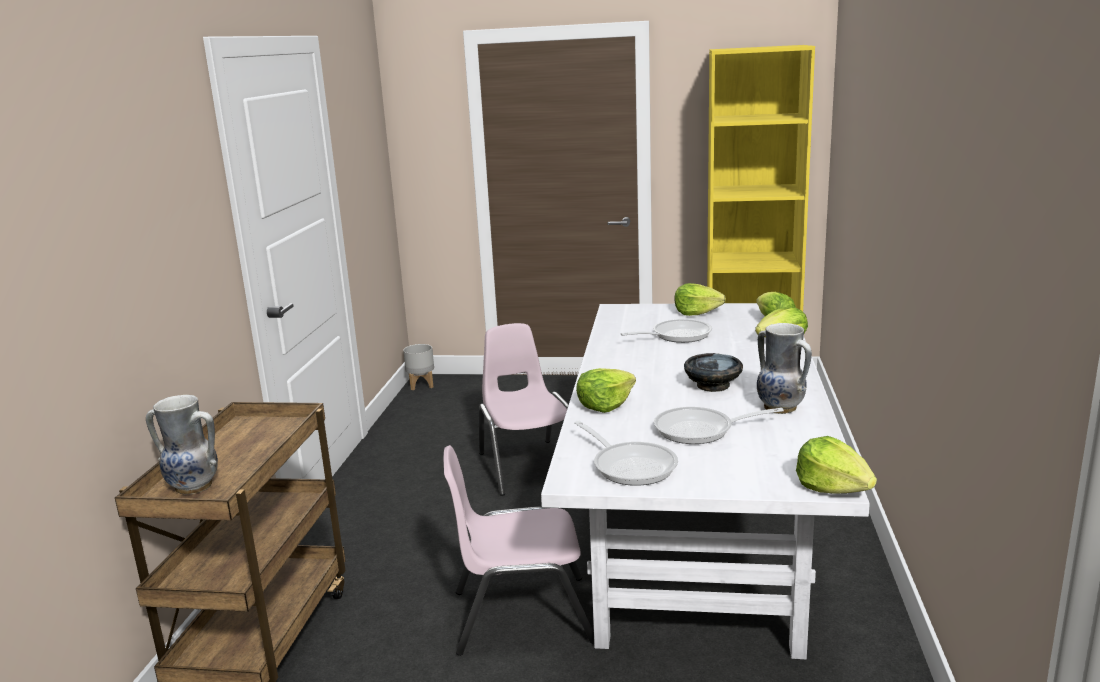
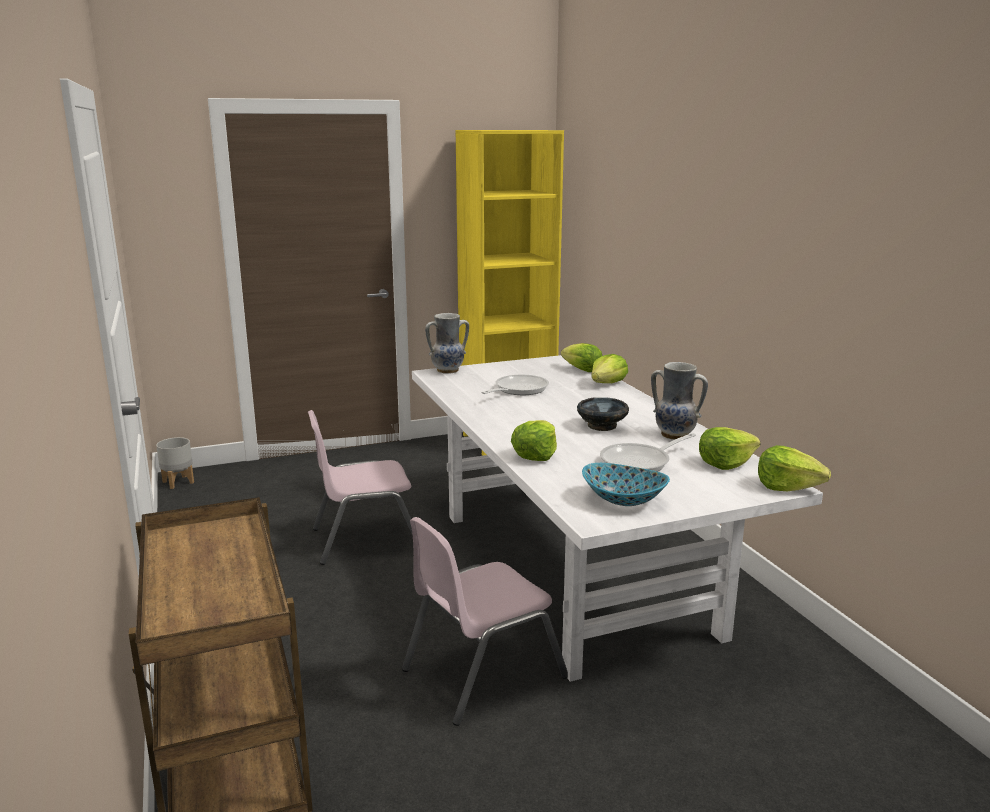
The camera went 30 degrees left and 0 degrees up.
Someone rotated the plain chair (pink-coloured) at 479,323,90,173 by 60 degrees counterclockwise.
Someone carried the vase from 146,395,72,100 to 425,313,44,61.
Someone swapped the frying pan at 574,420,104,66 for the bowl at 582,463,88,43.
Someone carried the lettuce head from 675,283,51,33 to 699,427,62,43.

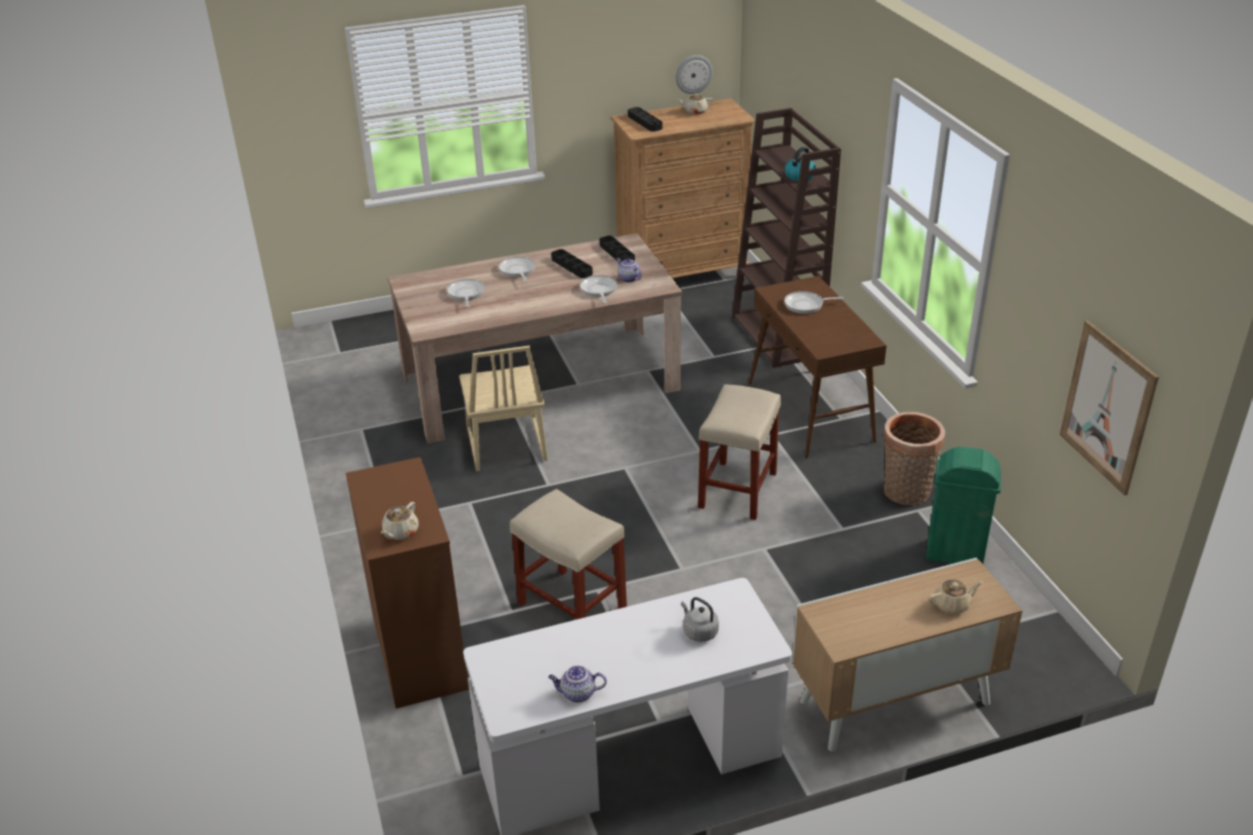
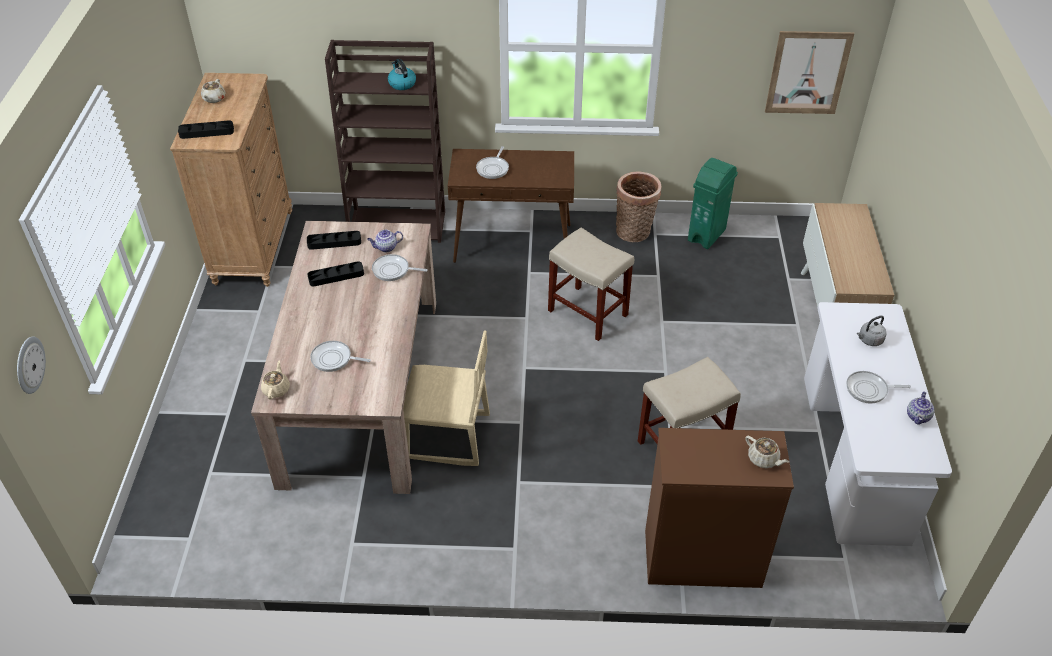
The camera went 70 degrees left and 10 degrees up.
Someone carried the hanging clock from 676,55,37,39 to 17,336,29,58.
Someone carried the pot for tea (sand-coloured) from 929,579,53,35 to 261,361,29,39.
Someone carried the frying pan from 498,256,37,26 to 846,371,65,33.

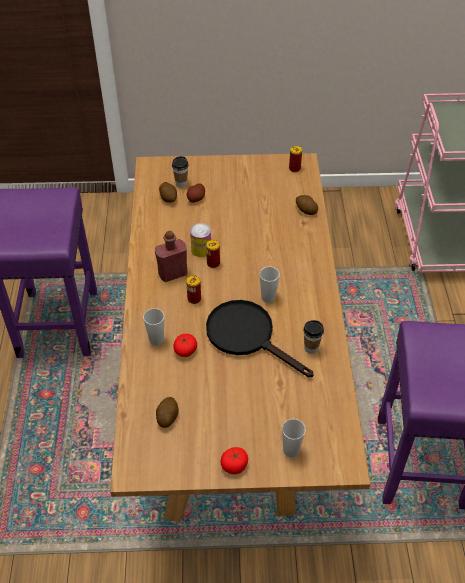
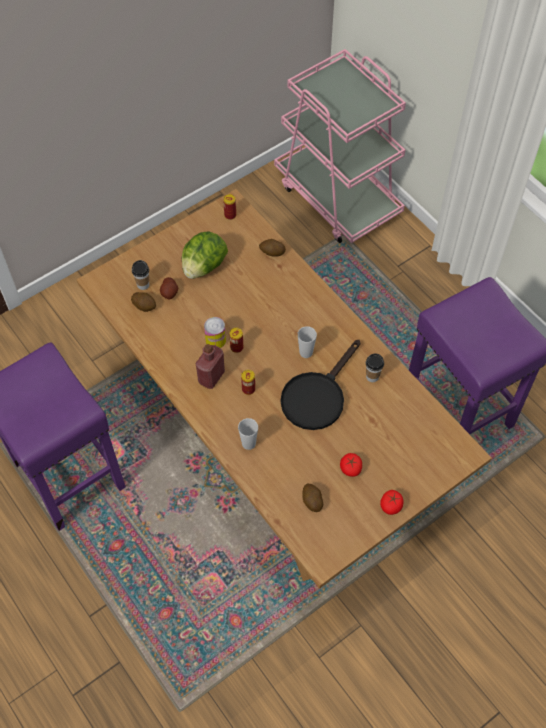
The camera went 35 degrees left and 10 degrees up.
Someone put down the lettuce head at 182,232,46,47.
Someone rotated the frying pan (blackish) at 206,300,107,77 by 60 degrees counterclockwise.
Someone carried the whole tomato from 173,334,24,23 to 340,453,22,24.
Someone took away the small cup at 282,419,24,38.

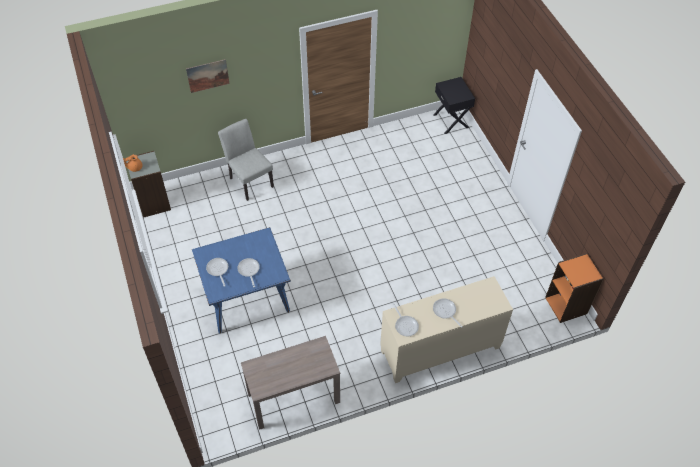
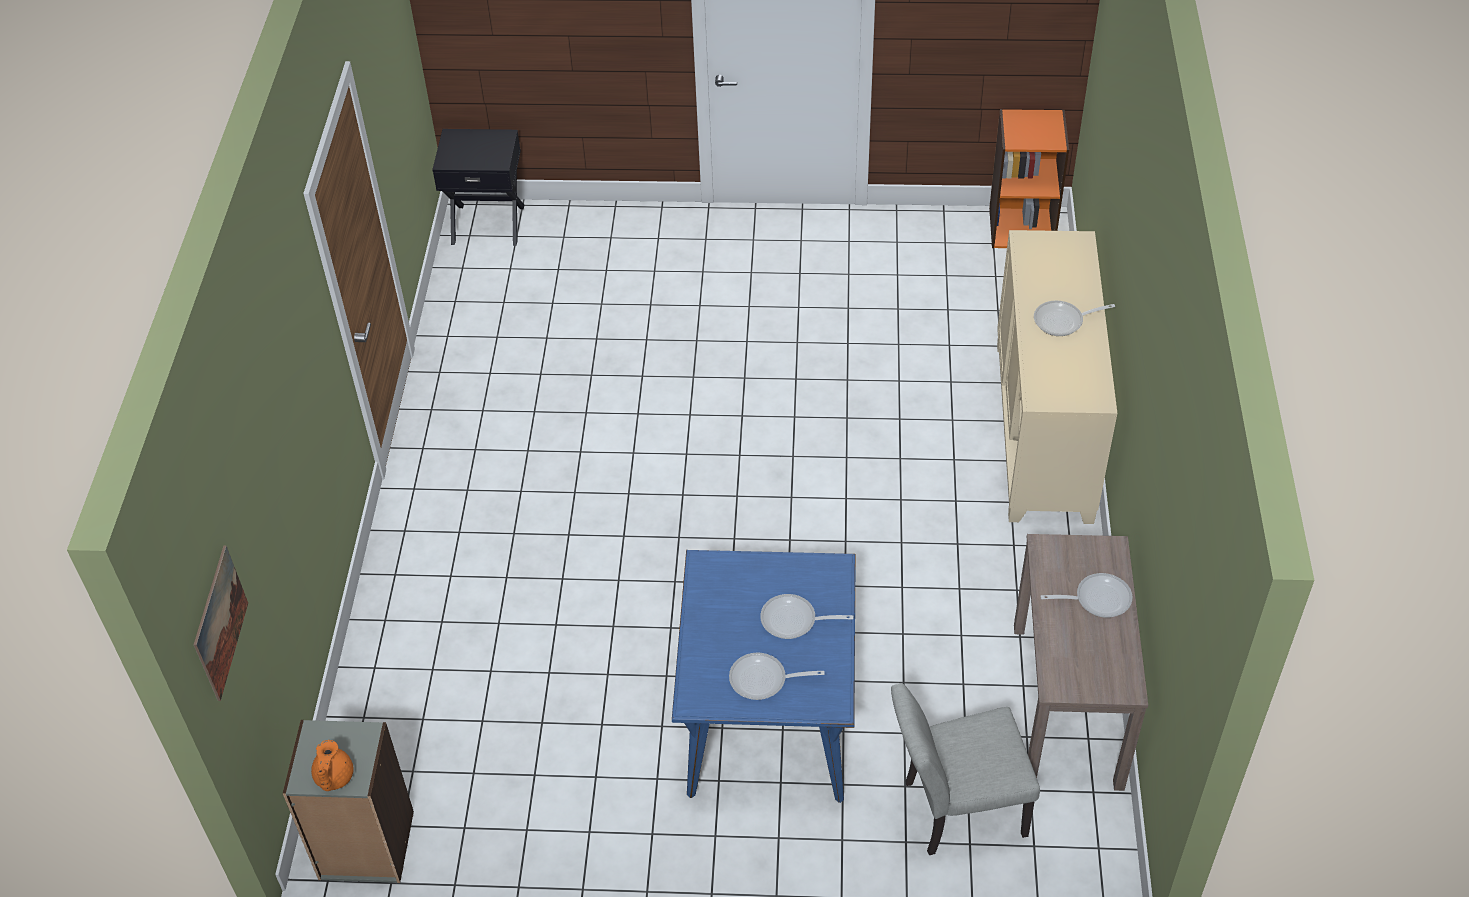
The camera went 65 degrees left and 5 degrees down.
Someone carried the picture from 186,59,44,34 to 193,546,55,155.
Someone carried the plain chair (grey) from 218,119,56,82 to 891,684,149,171.
Someone carried the frying pan from 393,303,26,33 to 1040,573,92,45.

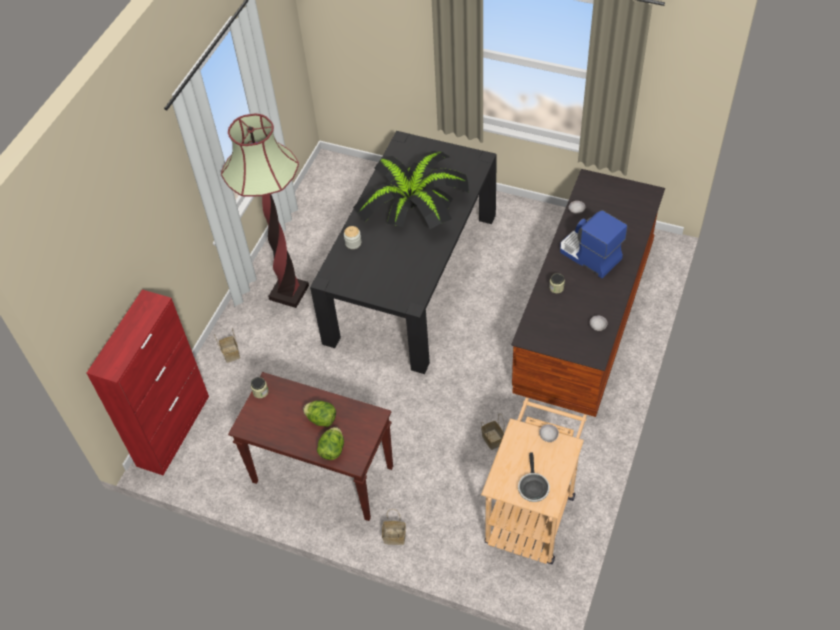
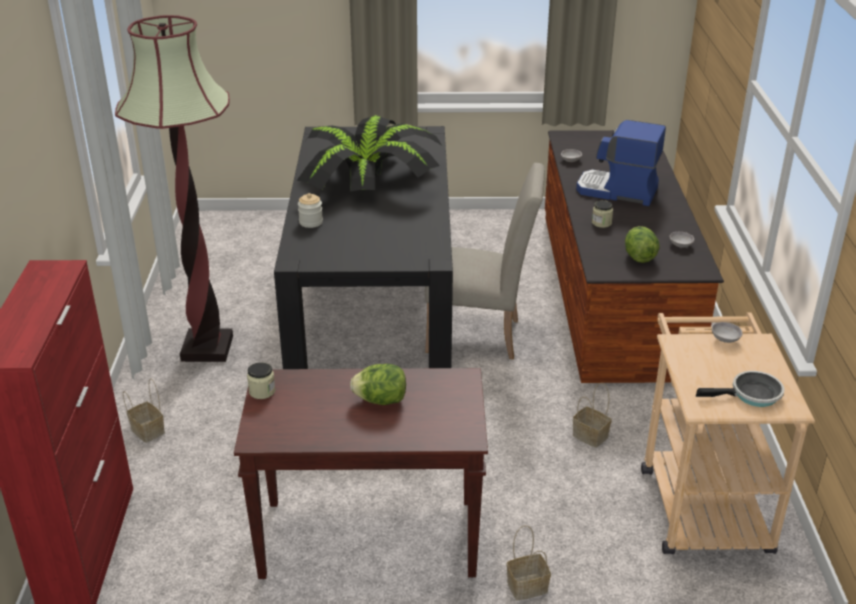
The camera went 25 degrees left and 20 degrees down.
Someone put down the plain chair (sand-coloured) at 425,163,120,196.
Someone carried the lettuce head from 317,427,27,33 to 625,226,35,37.
Someone rotated the frying pan at 518,452,32,50 by 75 degrees counterclockwise.

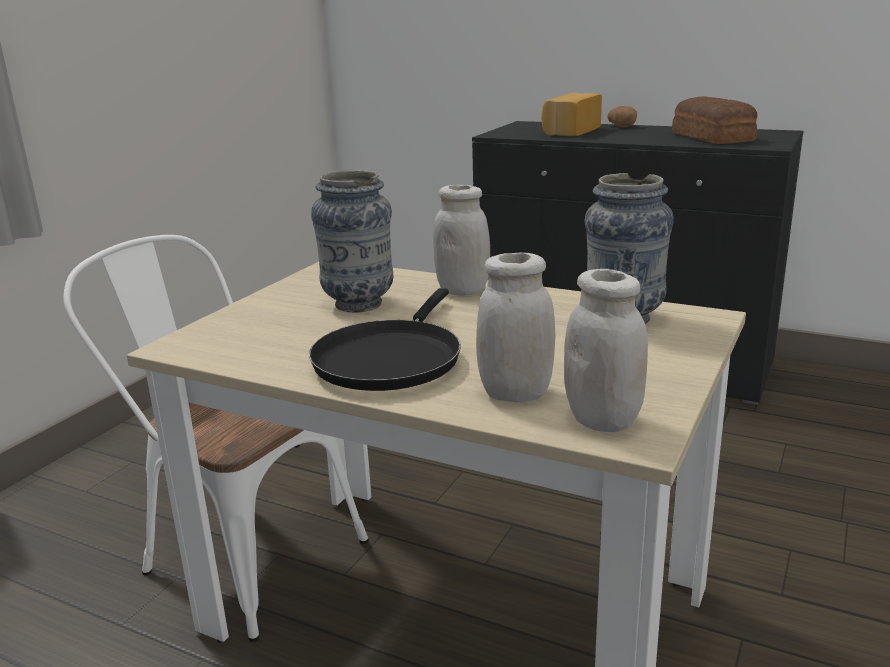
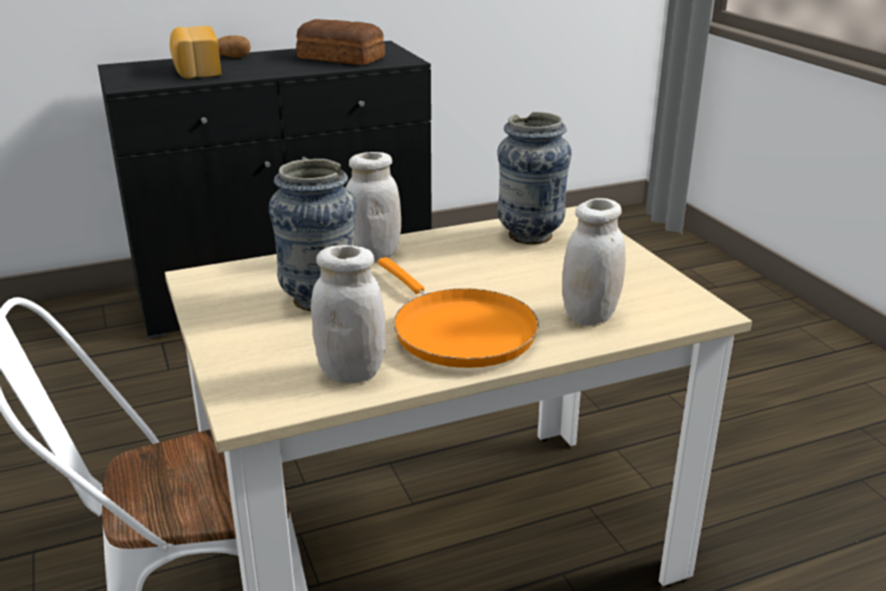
The camera went 50 degrees left and 5 degrees up.
Someone carried the storage jar (white) from 564,269,84,163 to 311,245,75,138.
Someone repainted the frying pan (blackish) at 309,288,152,103, which became the frying pan (orangey) at 378,257,161,111.

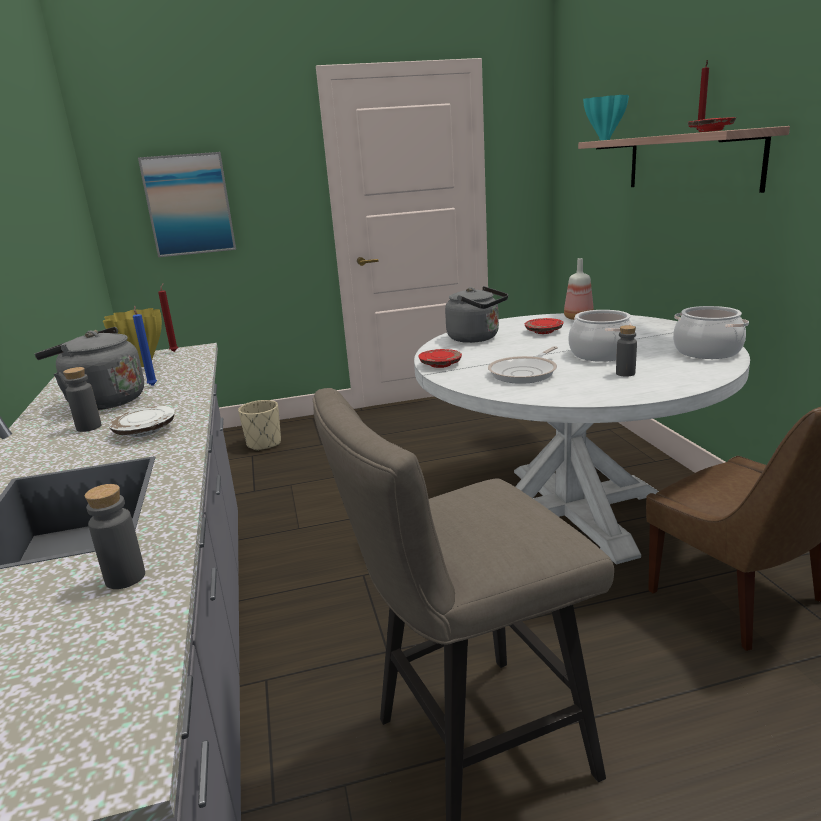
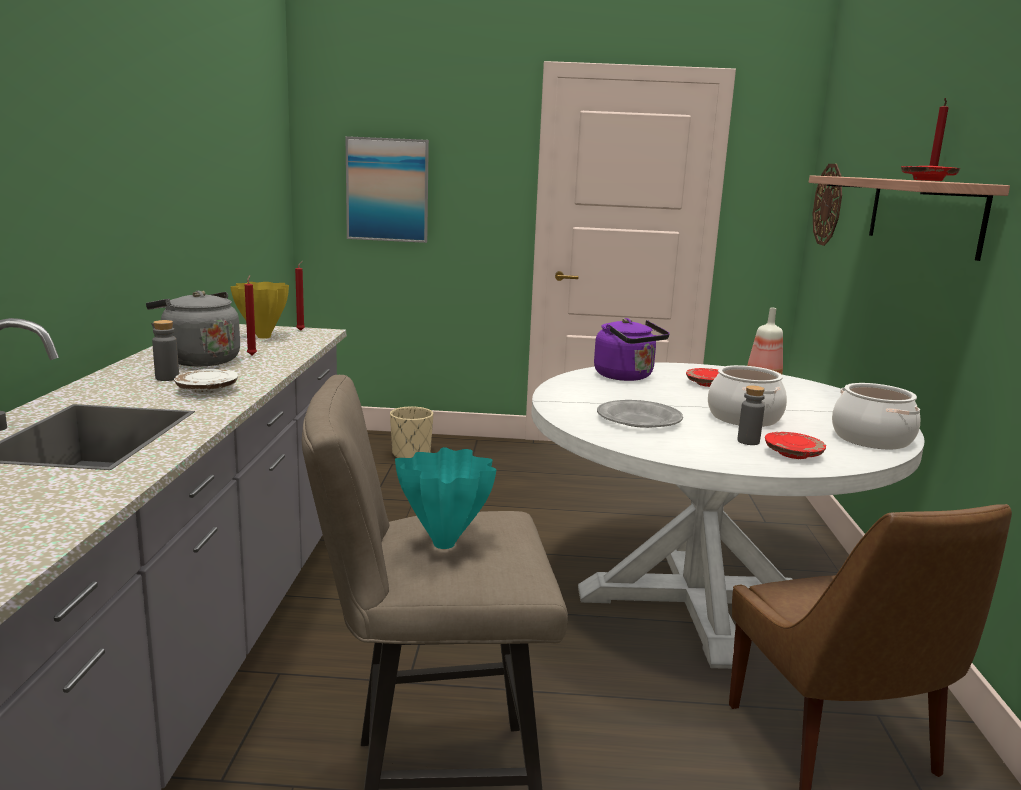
The camera went 15 degrees right and 5 degrees down.
Someone repainted the wax candle (blue) at 133,306,24,80, which became the wax candle (reddish) at 245,275,12,80.
Someone carried the vase (blue-green) from 583,95,46,45 to 395,447,102,102.
Someone repainted the tea kettle (grey) at 445,286,63,57, which became the tea kettle (purple) at 594,318,76,63.
Someone swapped the frying pan at 488,346,70,38 for the plate (grey) at 597,400,86,28.
Someone carried the plate (reddish) from 418,349,44,19 to 765,432,61,27.
Someone put up the hanging clock at 813,164,29,82.
Someone took away the drink bottle (grey) at 85,484,60,105.

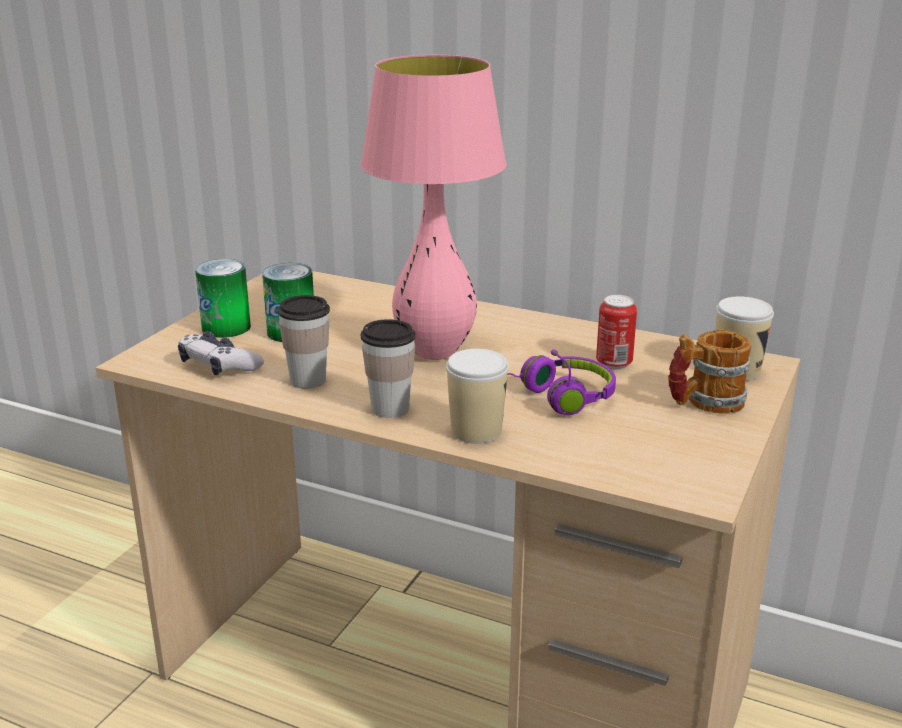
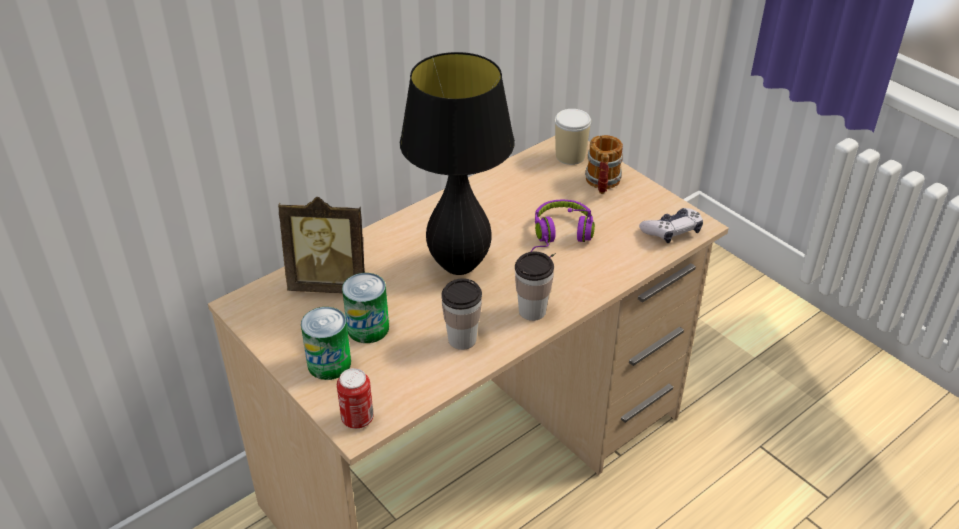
The camera went 65 degrees left and 15 degrees up.
Someone put down the picture frame at 278,197,87,97.
Someone carried the can from 596,295,41,75 to 337,368,36,61.
Someone repainted the lamp for a table (pink-coloured) at 360,55,147,305, which became the lamp for a table (blackish) at 400,52,115,223.
Someone carried the gamepad from 178,331,86,45 to 639,208,64,35.
Someone took away the small cup at 446,349,63,95.

